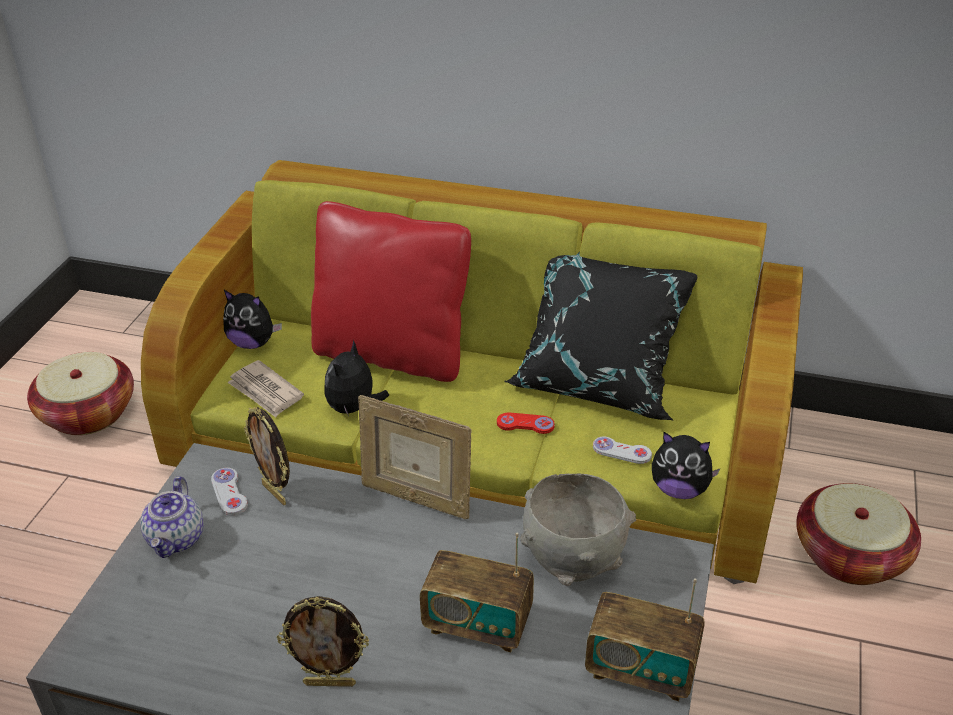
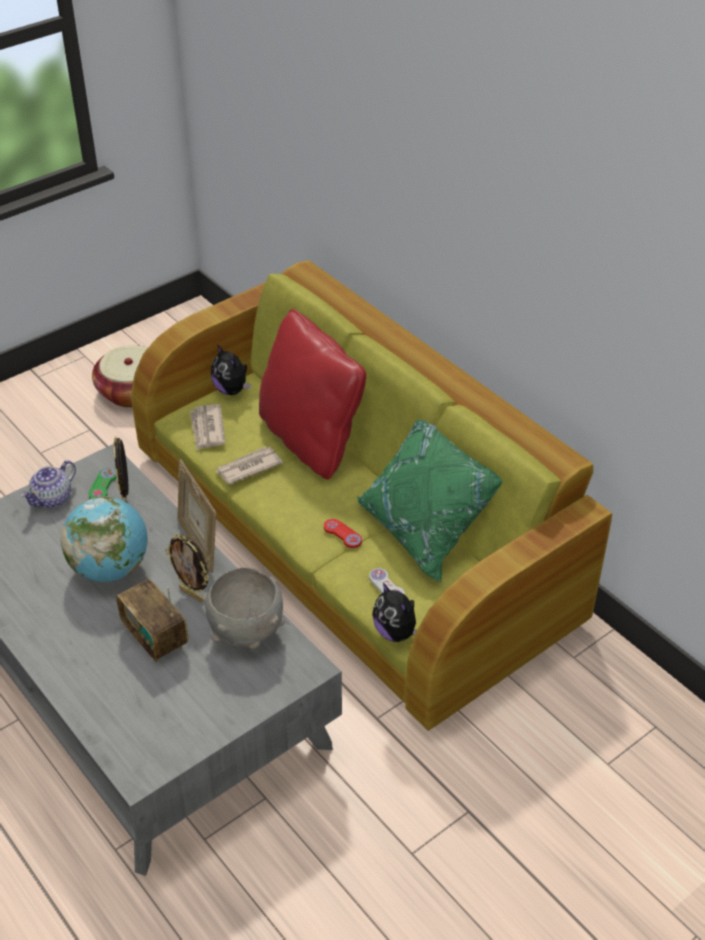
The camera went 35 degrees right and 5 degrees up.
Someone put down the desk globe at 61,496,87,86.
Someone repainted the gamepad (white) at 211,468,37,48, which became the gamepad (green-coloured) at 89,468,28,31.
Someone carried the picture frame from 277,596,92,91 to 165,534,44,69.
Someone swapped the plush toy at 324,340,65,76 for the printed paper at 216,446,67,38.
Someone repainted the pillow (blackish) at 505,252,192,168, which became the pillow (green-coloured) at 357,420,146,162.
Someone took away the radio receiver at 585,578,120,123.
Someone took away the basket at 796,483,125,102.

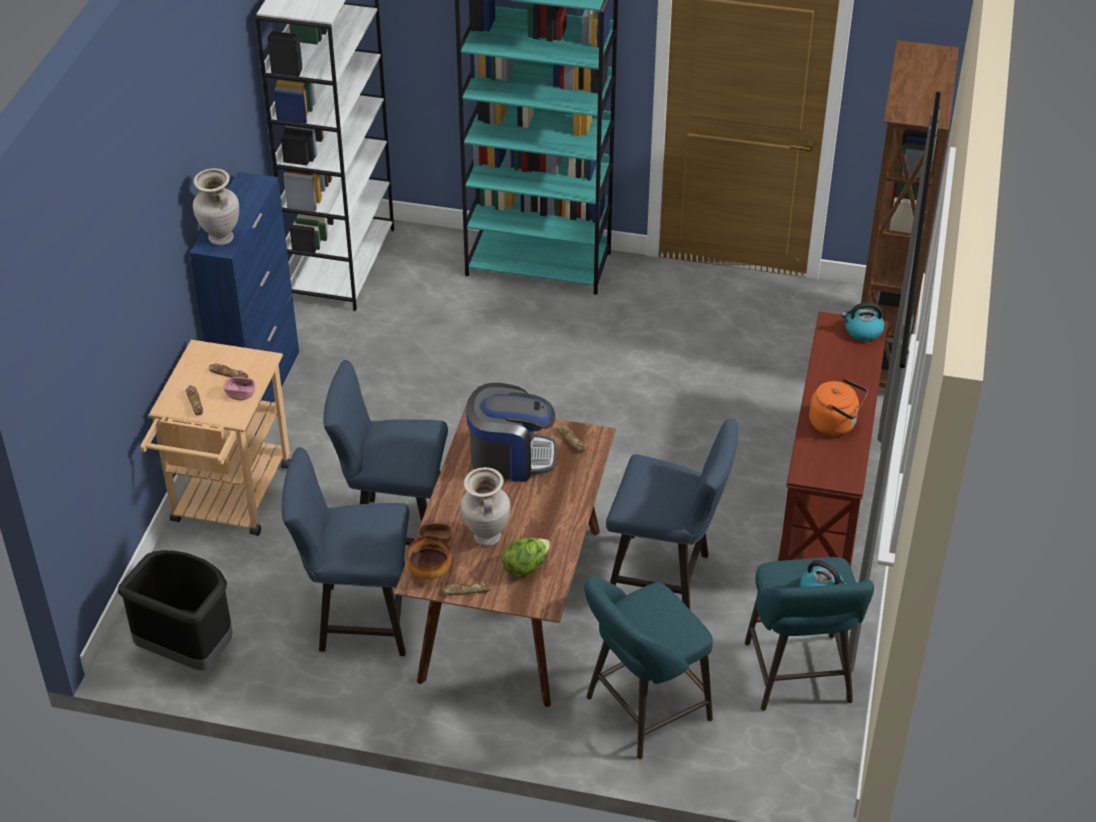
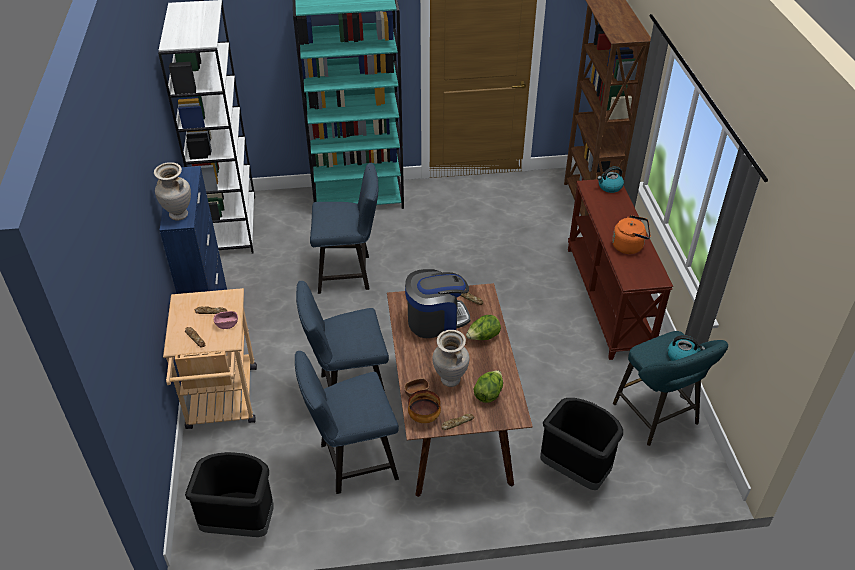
The camera went 20 degrees left and 0 degrees up.
Someone carried the plain chair (blue) from 606,419,132,190 to 310,163,68,131.
Someone put down the lettuce head at 466,315,35,25.
Someone swapped the sitting stool (blue-green) at 584,577,129,182 for the trash can (blackish) at 540,398,83,92.

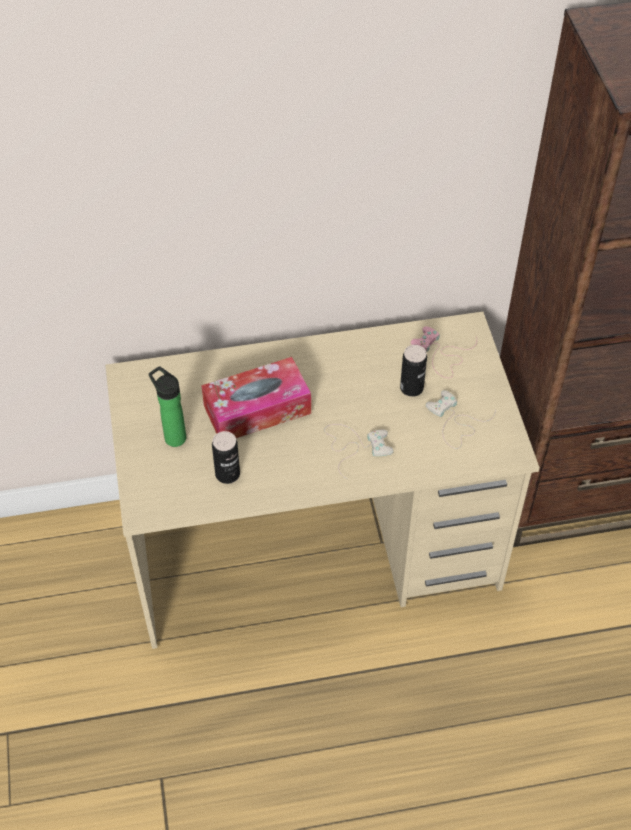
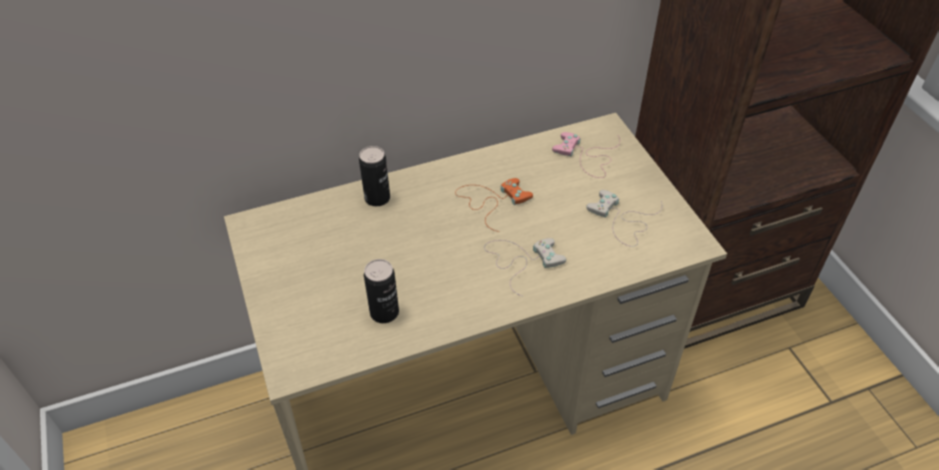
The camera went 10 degrees left and 5 degrees down.
Someone carried the can from 400,345,27,52 to 359,146,31,60.
Someone put down the gamepad (orangey) at 455,178,78,54.
Someone took away the drink bottle at 149,366,37,81.
Someone took away the tissue holder at 201,357,110,81.

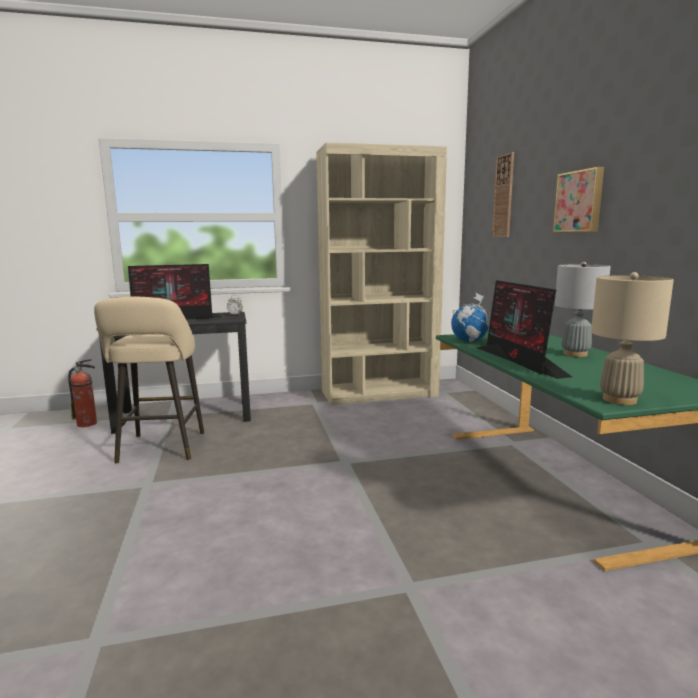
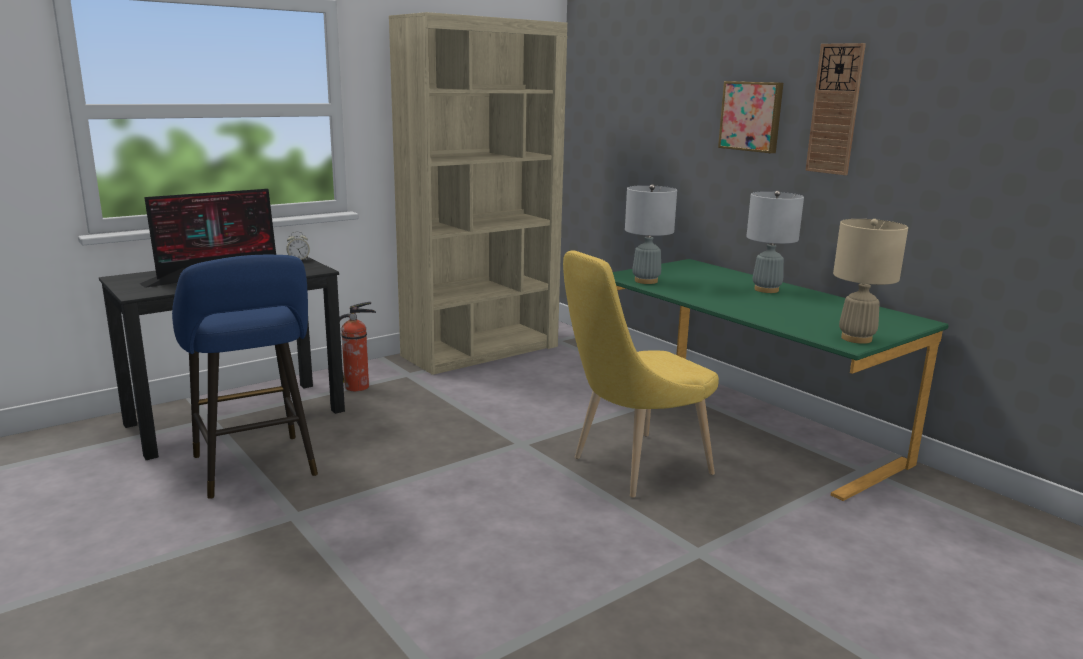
The camera went 25 degrees left and 5 degrees up.
Someone repainted the sitting stool (sand-coloured) at 94,297,110,166, which became the sitting stool (blue) at 172,255,146,244.
Someone carried the extinguisher from 68,359,29,68 to 339,302,37,89.
Someone put down the plain chair (yellowish) at 563,250,156,247.
Someone swapped the desk globe at 451,293,39,49 for the lamp for a table (grey) at 625,184,52,100.
Someone carried the hanging clock from 492,152,22,85 to 806,43,60,132.
Someone took away the monitor at 477,280,95,99.

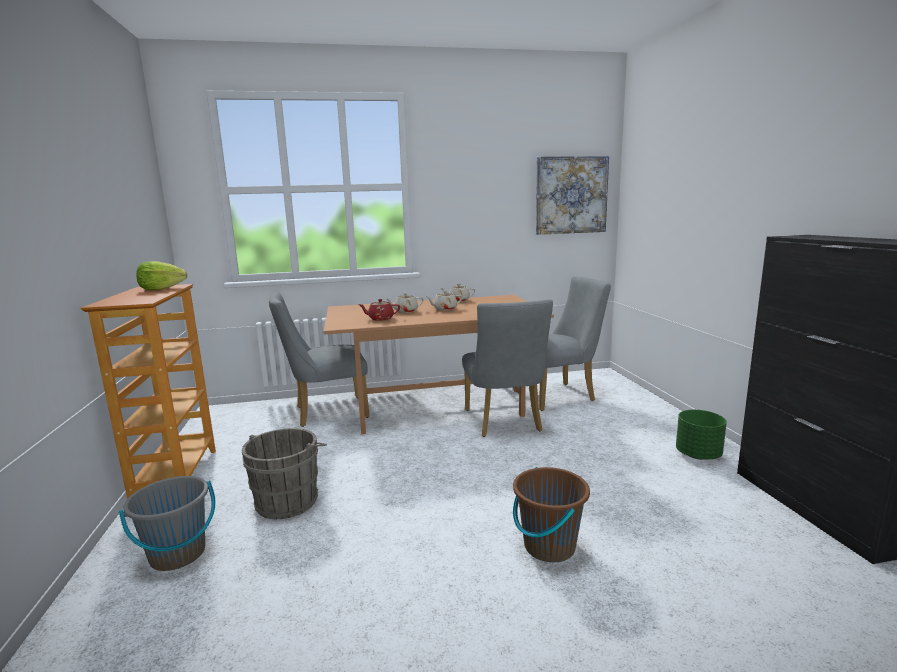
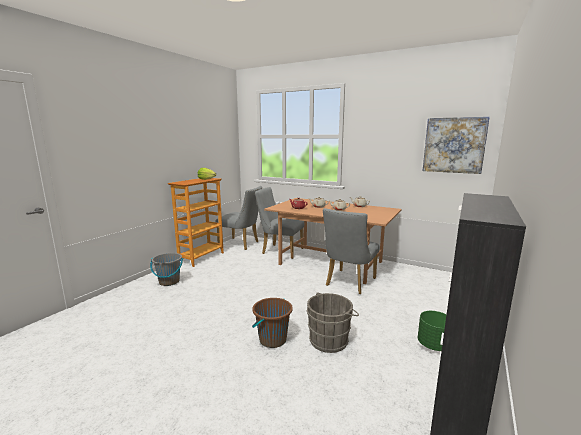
The camera went 40 degrees right and 0 degrees up.
Someone carried the plain chair (grey) from 514,276,97,135 to 215,186,47,64.
Someone carried the pail (grey) from 242,428,85,91 to 306,292,53,61.

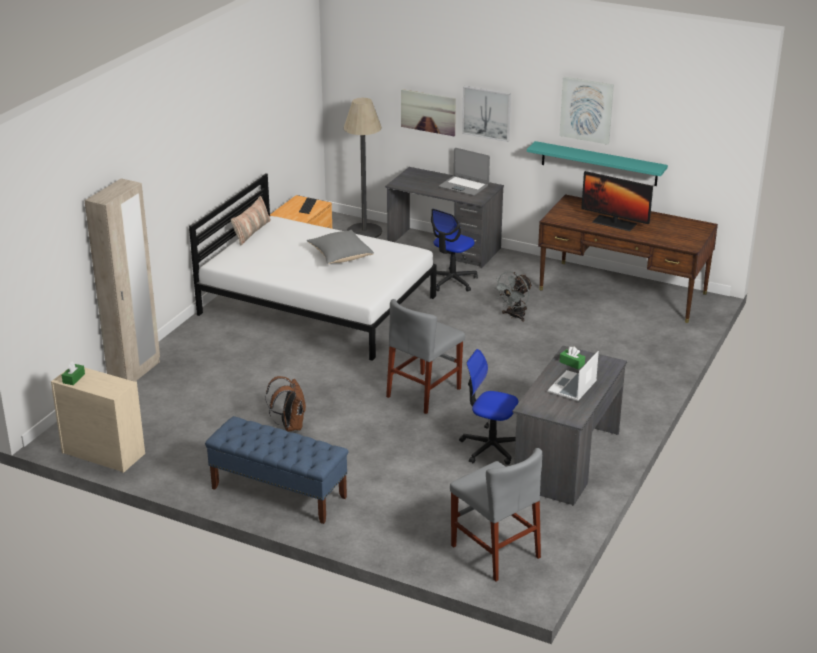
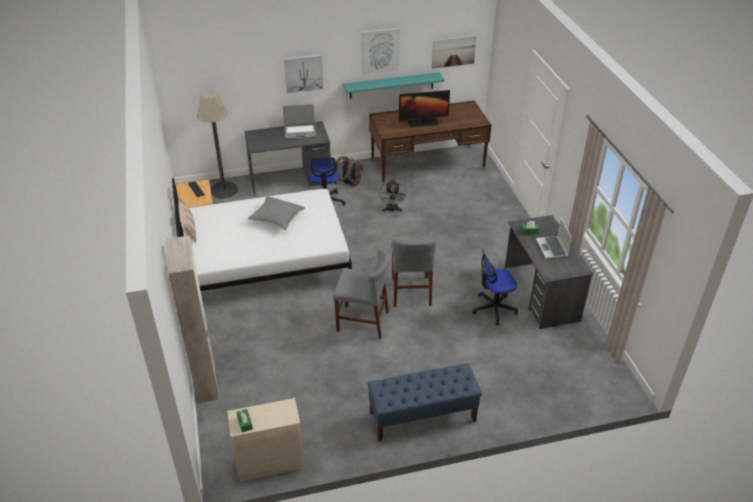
The camera went 40 degrees left and 10 degrees up.
Someone carried the plain chair (grey) from 450,448,92,133 to 333,249,56,90.
Someone carried the knapsack (brown) from 265,376,41,55 to 336,156,28,31.
Someone carried the picture from 401,89,55,47 to 432,36,44,32.

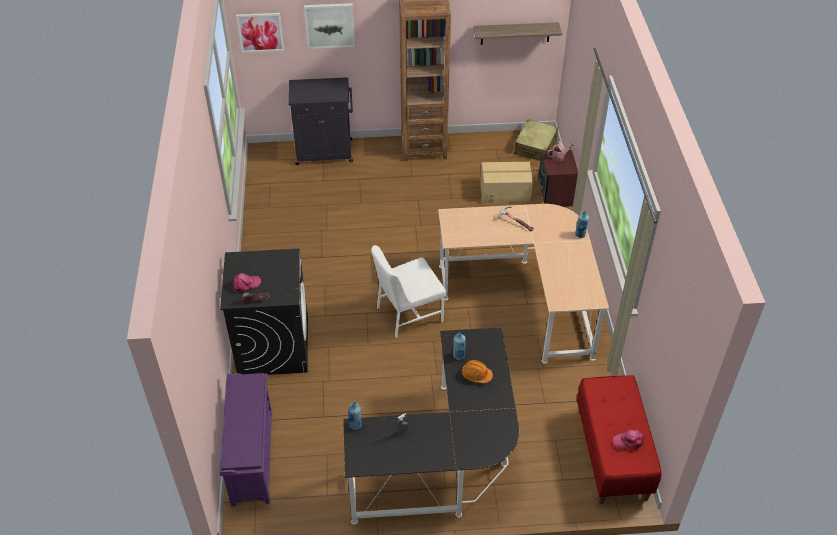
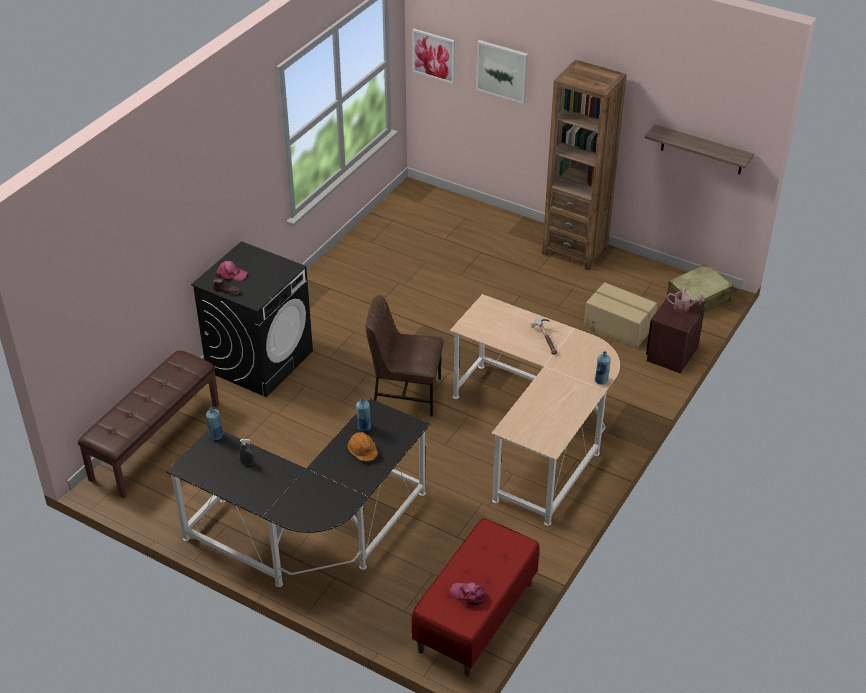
The camera went 35 degrees right and 5 degrees down.
Someone swapped the shoe stand (purple) at 219,373,53,133 for the bench (brown) at 78,351,141,147.
Someone repainted the plain chair (white) at 371,245,75,93, which became the plain chair (brown) at 366,295,77,122.
Someone took away the cupboard (blackish) at 288,77,65,88.

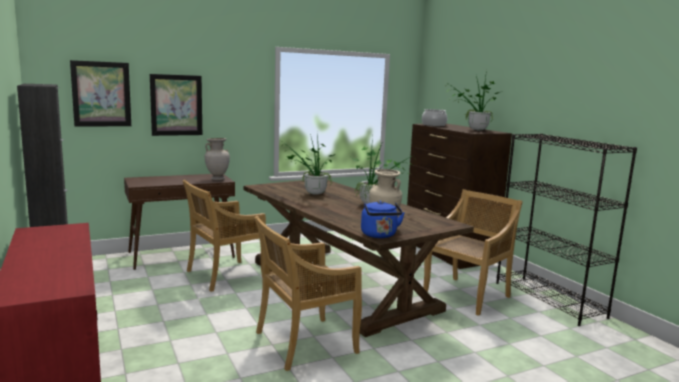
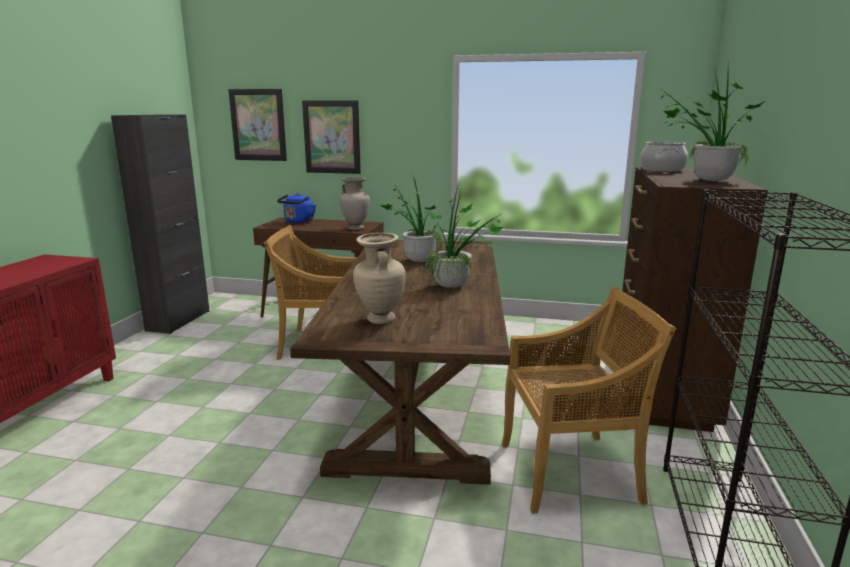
The camera went 40 degrees right and 5 degrees up.
Someone carried the tea kettle (blue) from 361,201,44,37 to 277,193,39,30.
Someone took away the plain chair (sand-coloured) at 254,216,108,155.

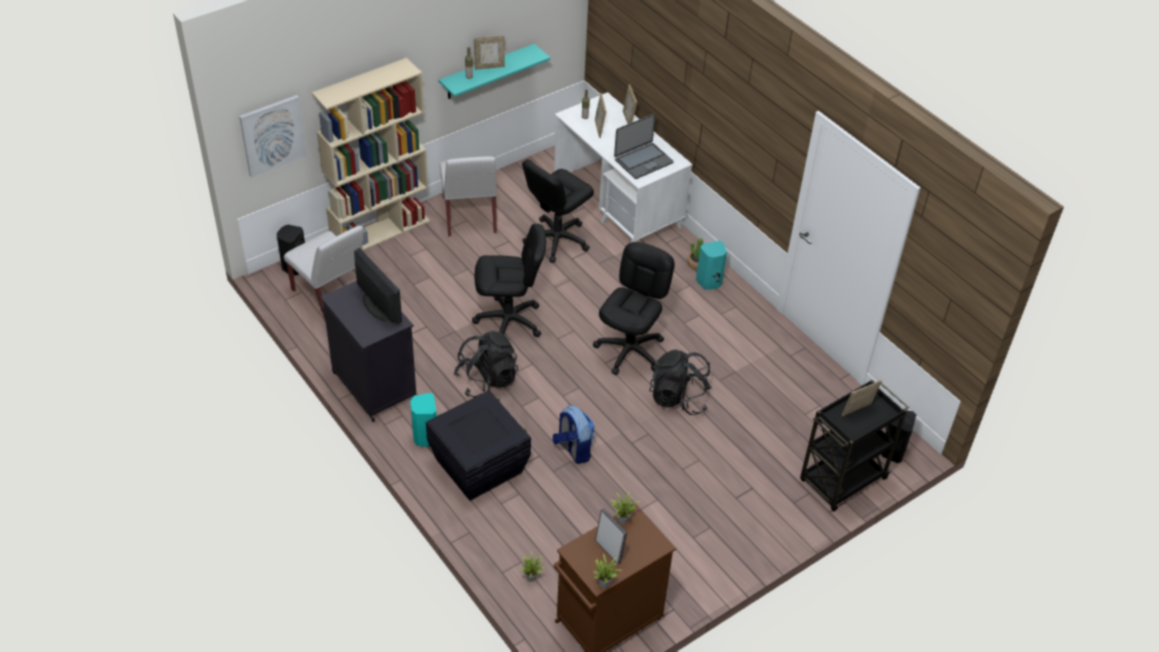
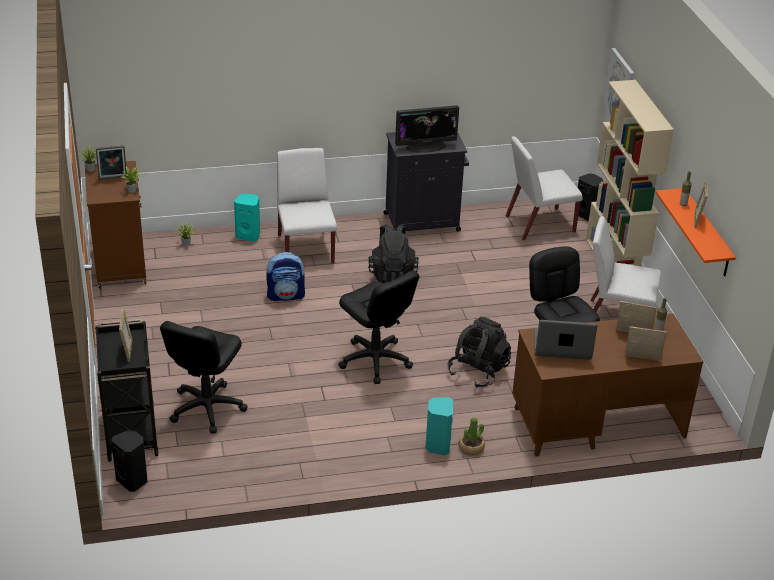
The camera went 115 degrees right and 10 degrees down.
Someone carried the computer chair (blackish) from 472,224,74,113 to 160,321,87,113.
Someone carried the loudspeaker (blue-green) from 410,393,27,53 to 234,193,26,48.
Someone swapped the storage box (blackish) at 426,390,105,111 for the plain chair (white) at 277,148,60,116.
Someone carried the knapsack (blackish) from 649,349,63,66 to 448,317,63,71.
Someone repainted the desk (white) at 554,92,139,151, which became the desk (brown) at 512,314,192,143.
Someone rotated the laptop at 614,114,59,65 by 105 degrees clockwise.
Someone repainted the wall shelf (blue-green) at 439,44,111,55, which became the wall shelf (orangey) at 656,188,80,88.

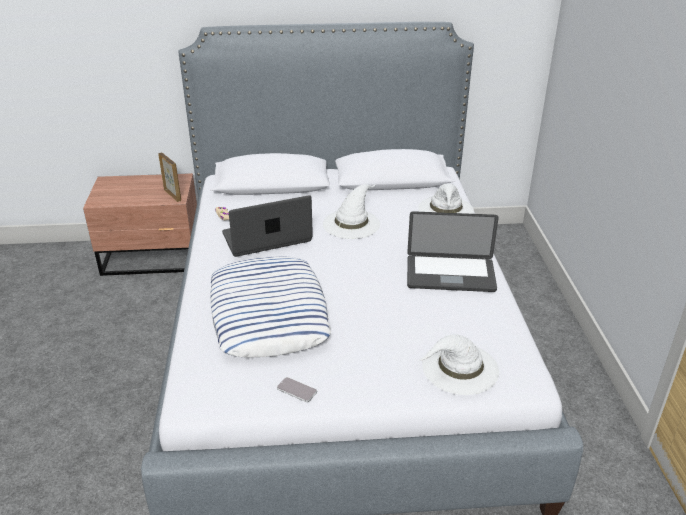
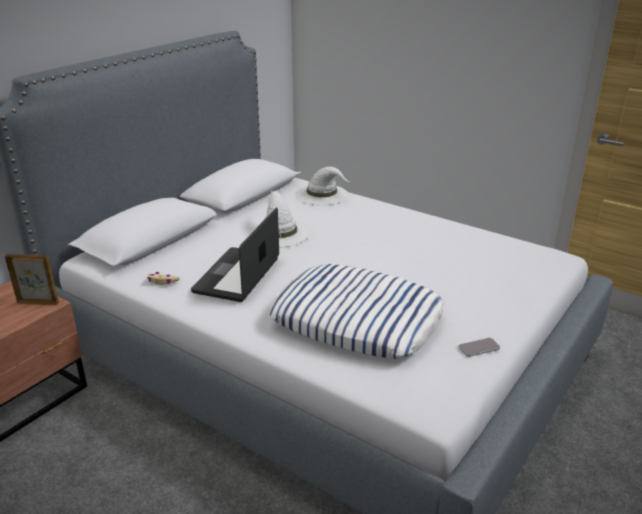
The camera went 50 degrees left and 5 degrees down.
Someone took away the laptop at 407,211,92,81.
Someone took away the wearable hat (white) at 418,334,81,61.

